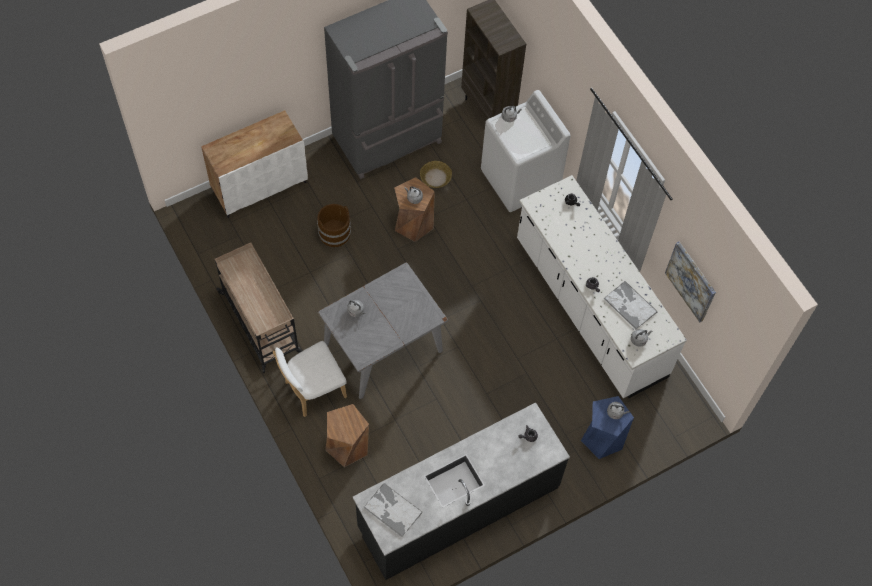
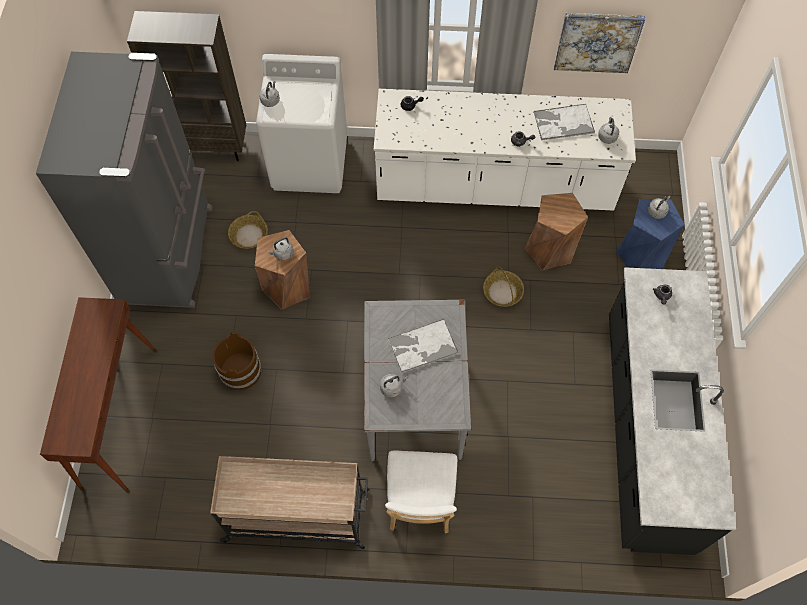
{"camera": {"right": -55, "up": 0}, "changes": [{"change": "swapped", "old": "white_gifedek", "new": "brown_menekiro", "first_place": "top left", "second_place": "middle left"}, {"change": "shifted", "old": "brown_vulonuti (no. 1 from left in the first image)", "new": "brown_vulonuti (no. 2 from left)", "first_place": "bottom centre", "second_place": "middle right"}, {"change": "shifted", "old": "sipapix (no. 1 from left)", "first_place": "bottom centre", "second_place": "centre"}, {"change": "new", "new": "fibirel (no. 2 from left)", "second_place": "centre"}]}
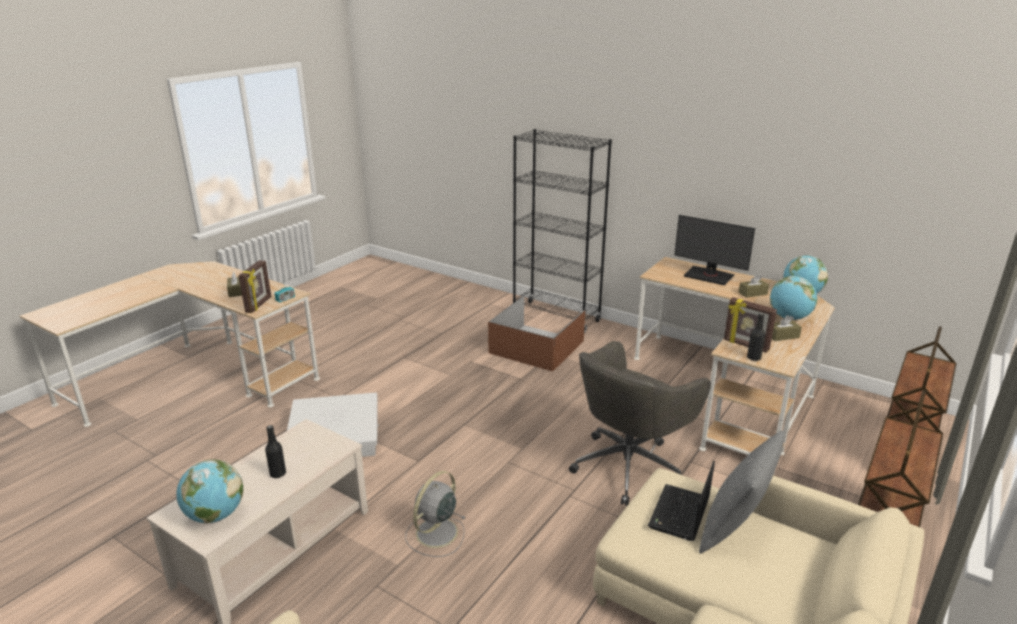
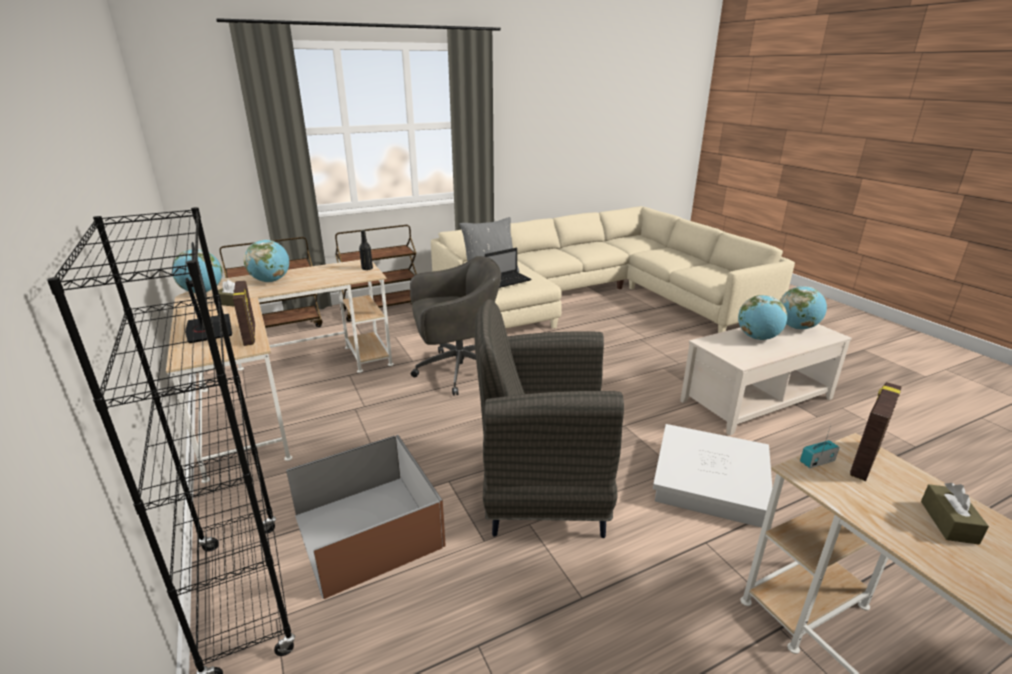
{"camera": {"right": -150, "up": 0}, "changes": [{"change": "shifted", "old": "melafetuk (no. 2 from left in the first image)", "new": "melafetuk (no. 1 from left)", "first_place": "middle right", "second_place": "middle left"}, {"change": "gone", "old": "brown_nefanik (no. 3 from left)", "first_place": "middle right"}, {"change": "swapped", "old": "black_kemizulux (no. 1 from left)", "new": "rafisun (no. 3 from left)", "first_place": "bottom left", "second_place": "middle right"}, {"change": "gone", "old": "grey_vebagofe", "first_place": "bottom centre"}, {"change": "new", "new": "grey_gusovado", "second_place": "centre"}]}
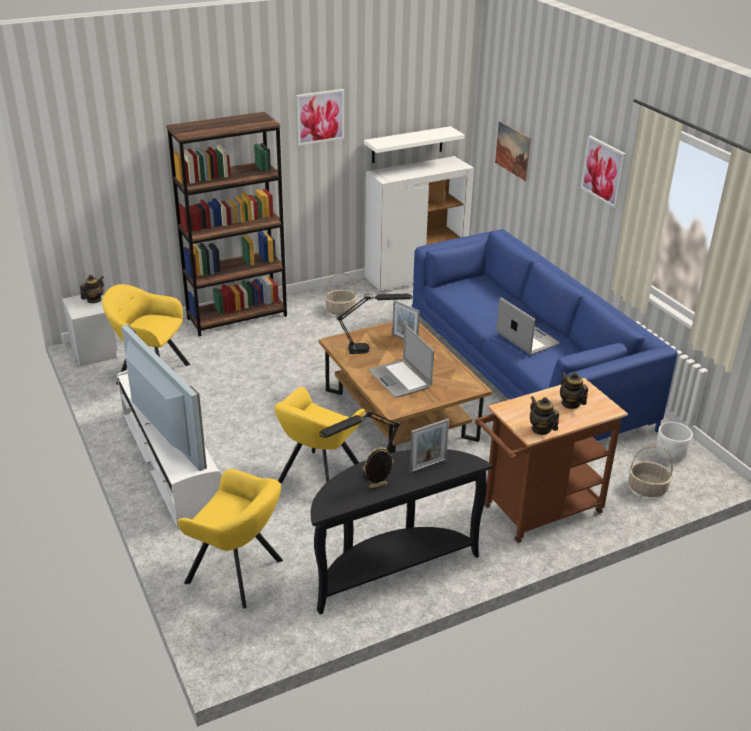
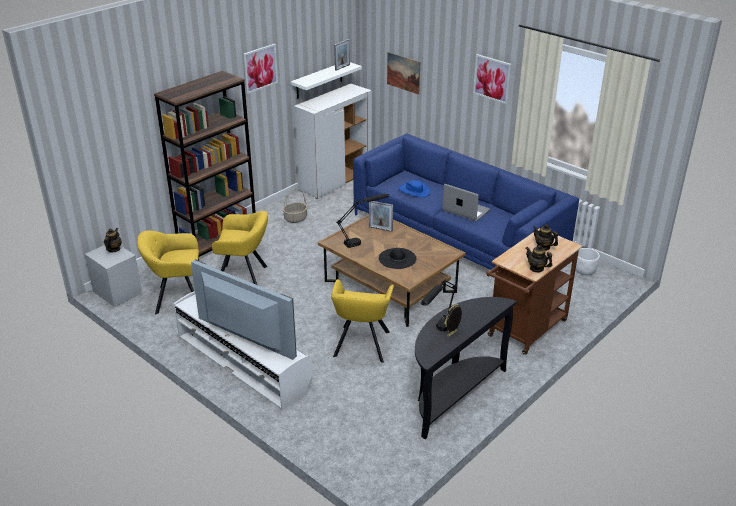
{"camera": {"right": -20, "up": 0}, "changes": [{"change": "swapped", "old": "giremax (no. 1 from left)", "new": "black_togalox", "first_place": "centre", "second_place": "centre"}, {"change": "shifted", "old": "melafetuk (no. 3 from left in the first image)", "new": "melafetuk (no. 1 from left)", "first_place": "centre", "second_place": "top centre"}, {"change": "gone", "old": "fibirel (no. 2 from left)", "first_place": "middle right"}, {"change": "shifted", "old": "yellow_gusovado (no. 2 from left)", "first_place": "bottom left", "second_place": "middle left"}, {"change": "new", "new": "blue_togalox", "second_place": "centre"}]}
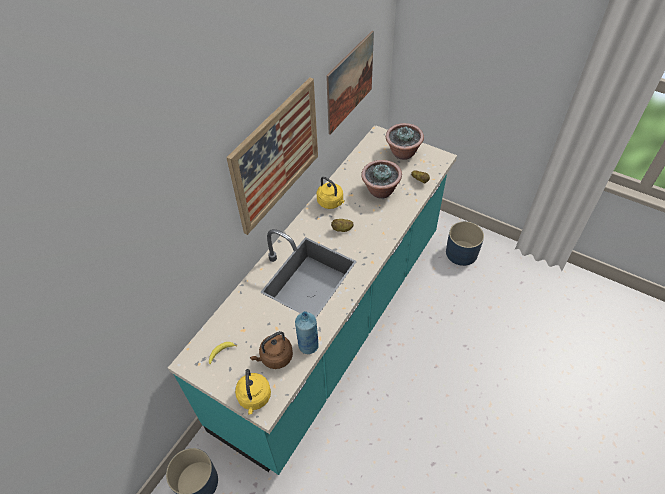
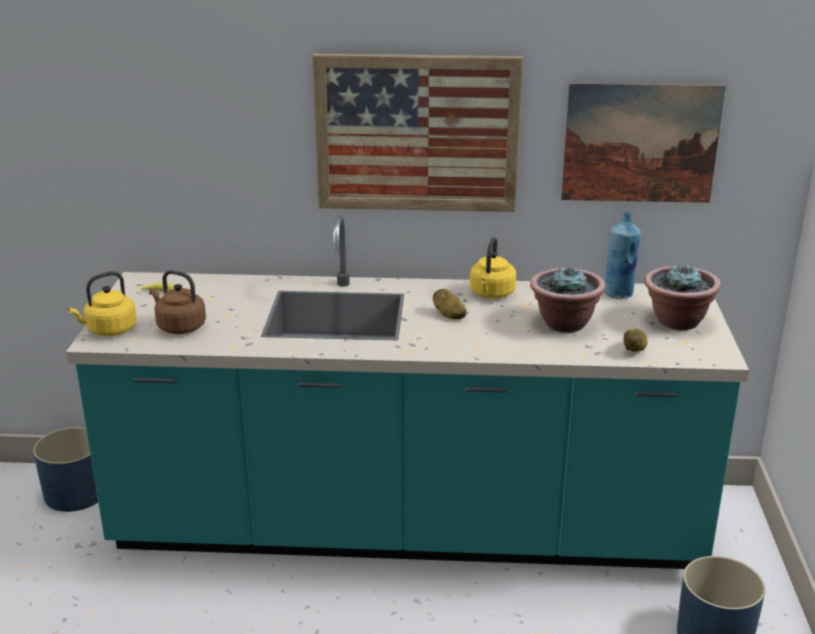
{"camera": {"right": 60, "up": -25}, "changes": [{"change": "shifted", "old": "blue_kemizulux", "first_place": "bottom centre", "second_place": "middle right"}]}
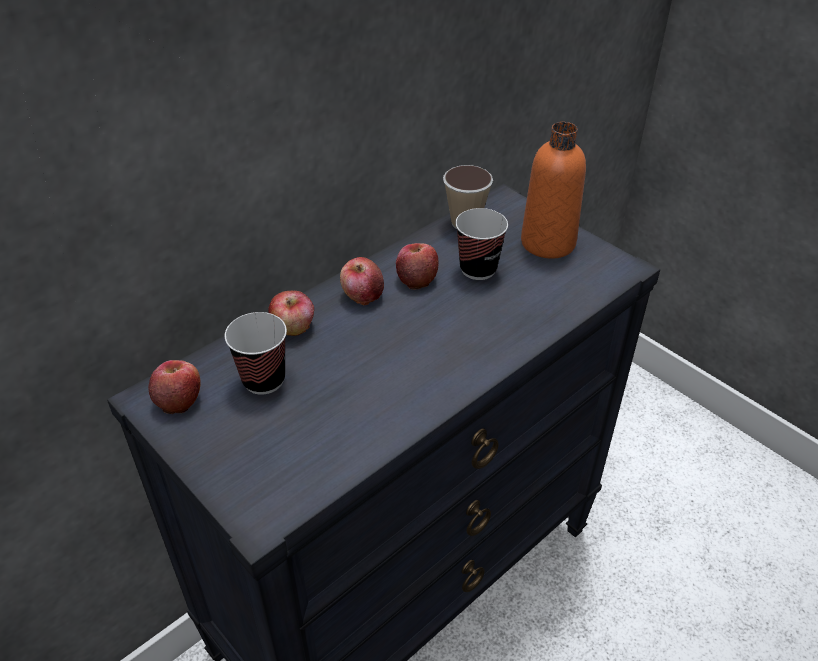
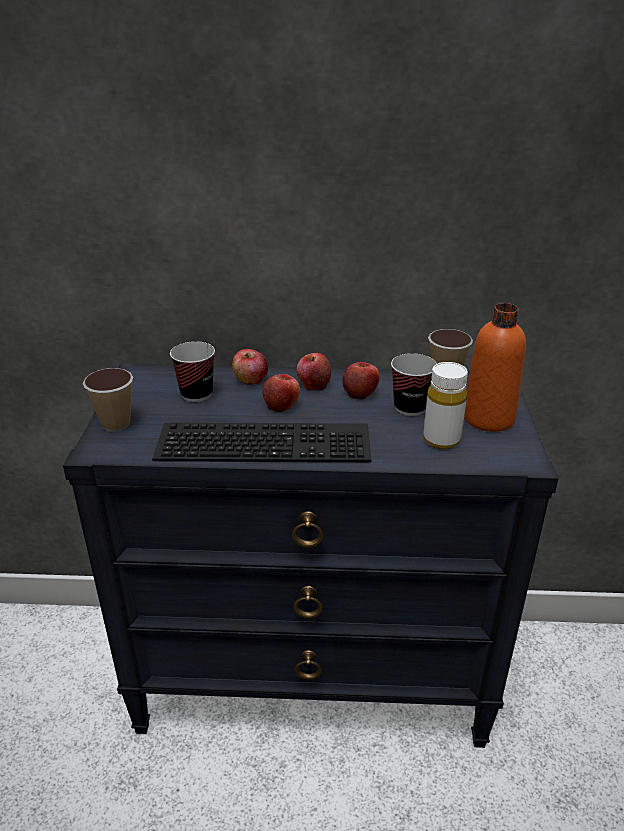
{"camera": {"right": 45, "up": -10}, "changes": [{"change": "shifted", "old": "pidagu (no. 1 from left in the first image)", "new": "pidagu (no. 2 from left)", "first_place": "middle left", "second_place": "centre"}, {"change": "new", "new": "white_kemizulux", "second_place": "middle right"}, {"change": "new", "new": "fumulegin (no. 1 from left)", "second_place": "middle left"}, {"change": "new", "new": "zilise", "second_place": "centre"}]}
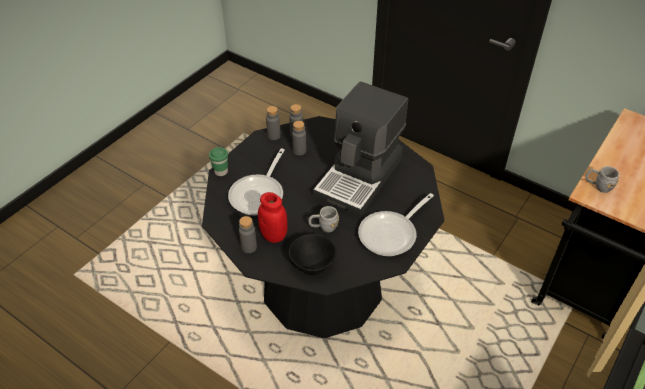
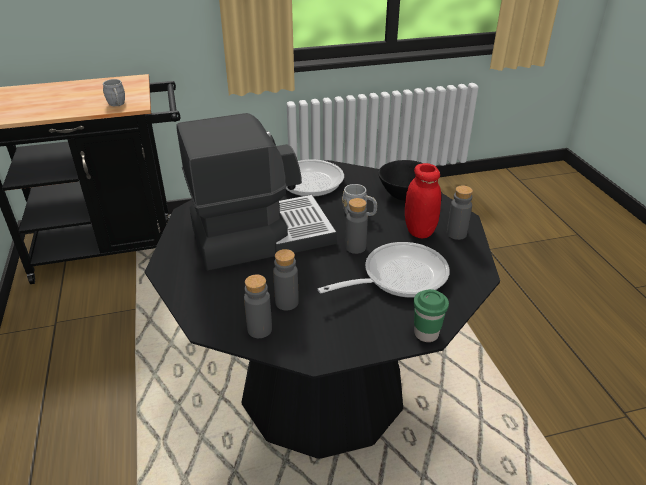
{"camera": {"right": -140, "up": -10}, "changes": [{"change": "shifted", "old": "grey_kemizulux (no. 2 from left in the first image)", "new": "grey_kemizulux (no. 3 from left)", "first_place": "top centre", "second_place": "centre"}]}
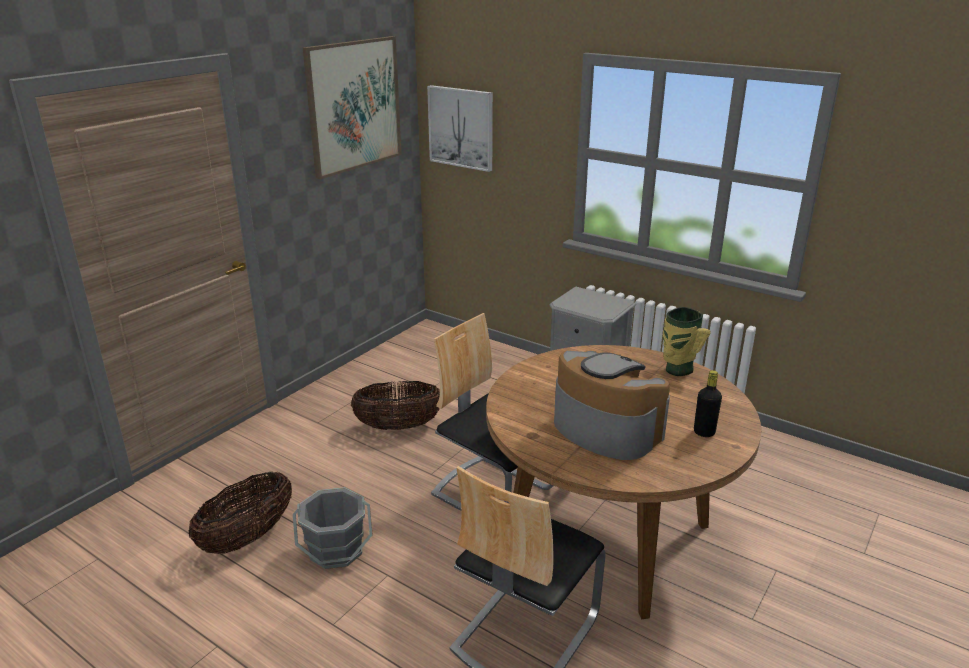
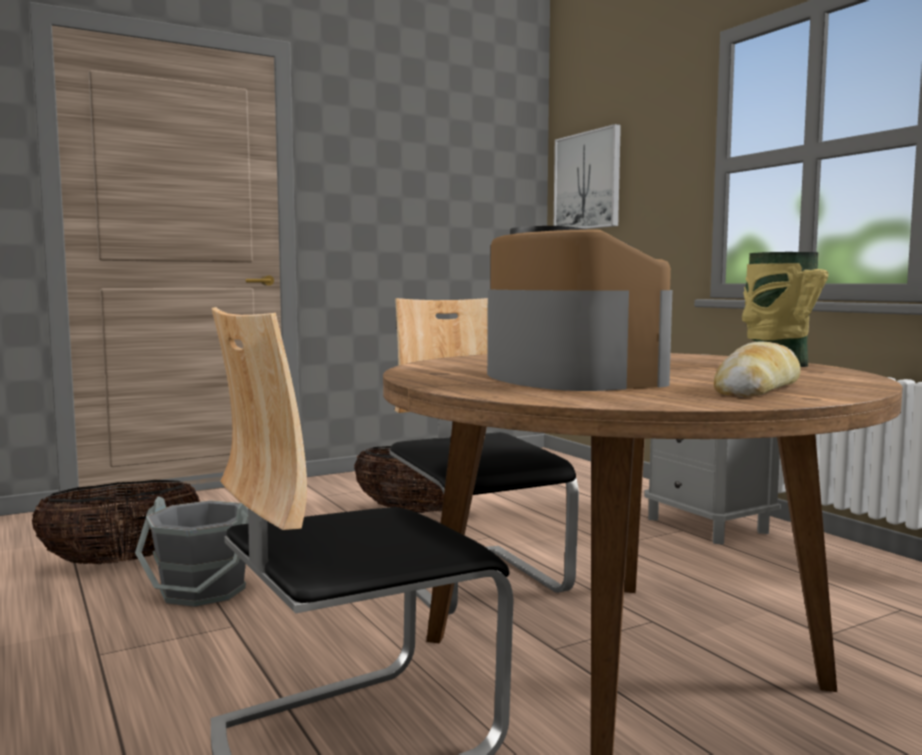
{"camera": {"right": 25, "up": -20}, "changes": [{"change": "gone", "old": "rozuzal (no. 1 from left)", "first_place": "top centre"}, {"change": "swapped", "old": "black_kemizulux", "new": "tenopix", "first_place": "middle right", "second_place": "middle right"}]}
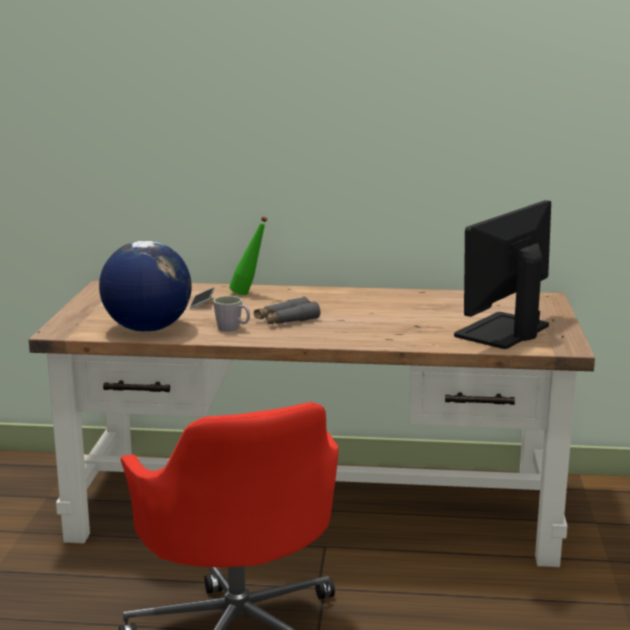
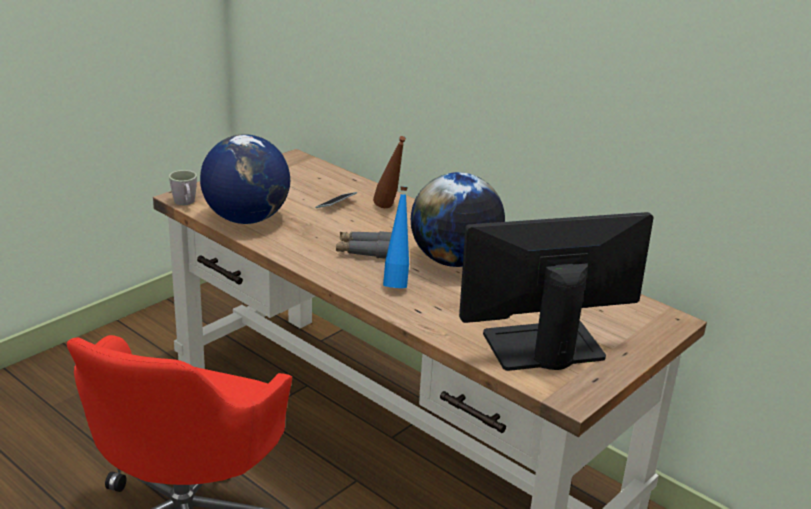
{"camera": {"right": 35, "up": 10}, "changes": [{"change": "repainted", "old": "green_kemizulux", "new": "brown_kemizulux", "first_place": "centre", "second_place": "centre"}, {"change": "shifted", "old": "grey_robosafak", "first_place": "centre", "second_place": "middle left"}, {"change": "new", "new": "rafisun (no. 2 from left)", "second_place": "centre"}, {"change": "new", "new": "blue_kemizulux", "second_place": "centre"}]}
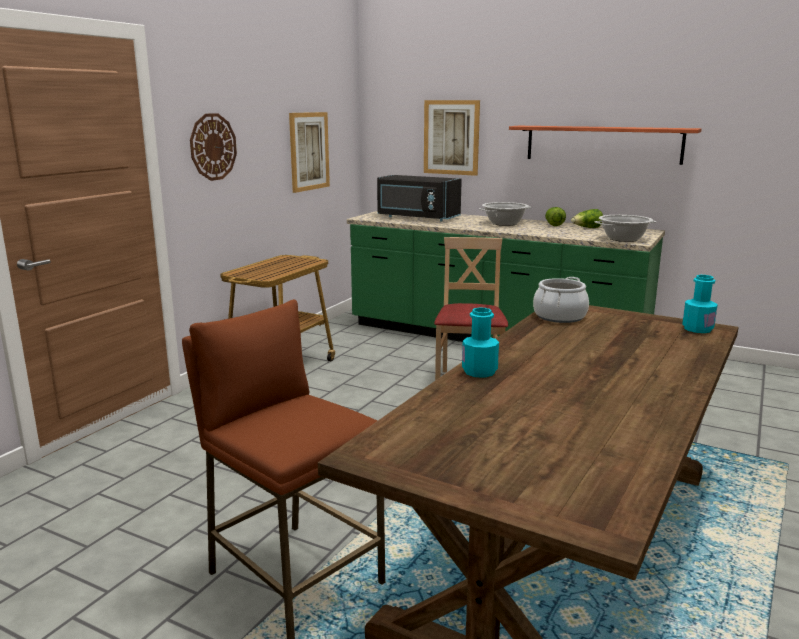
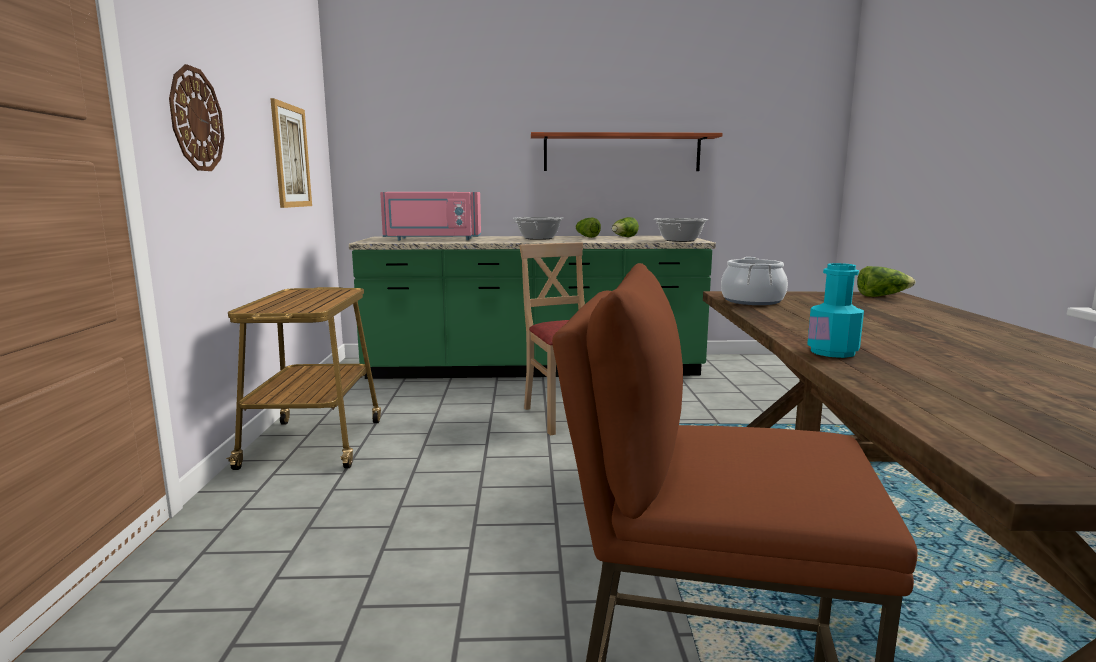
{"camera": {"right": -30, "up": -5}, "changes": [{"change": "gone", "old": "rozuzal (no. 2 from left)", "first_place": "top centre"}, {"change": "repainted", "old": "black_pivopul", "new": "pink_pivopul", "first_place": "top centre", "second_place": "top centre"}, {"change": "swapped", "old": "turquoise_kemizulux (no. 2 from left)", "new": "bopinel (no. 3 from left)", "first_place": "middle right", "second_place": "middle right"}]}
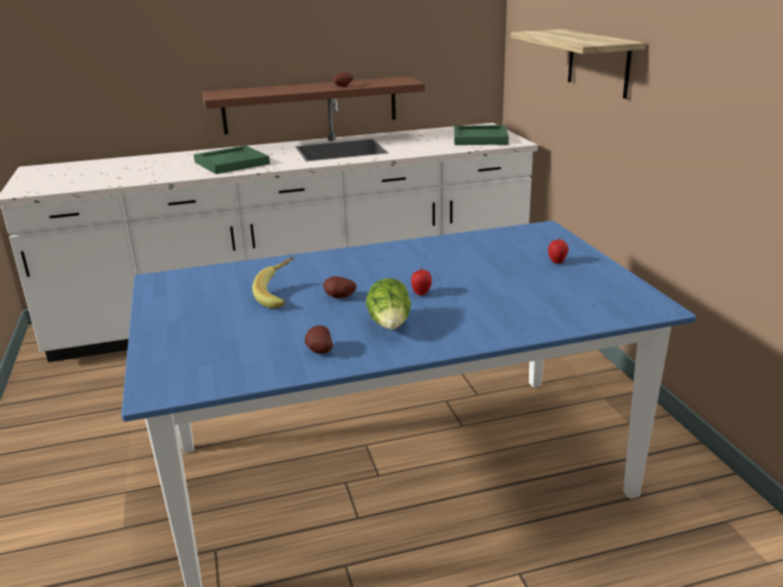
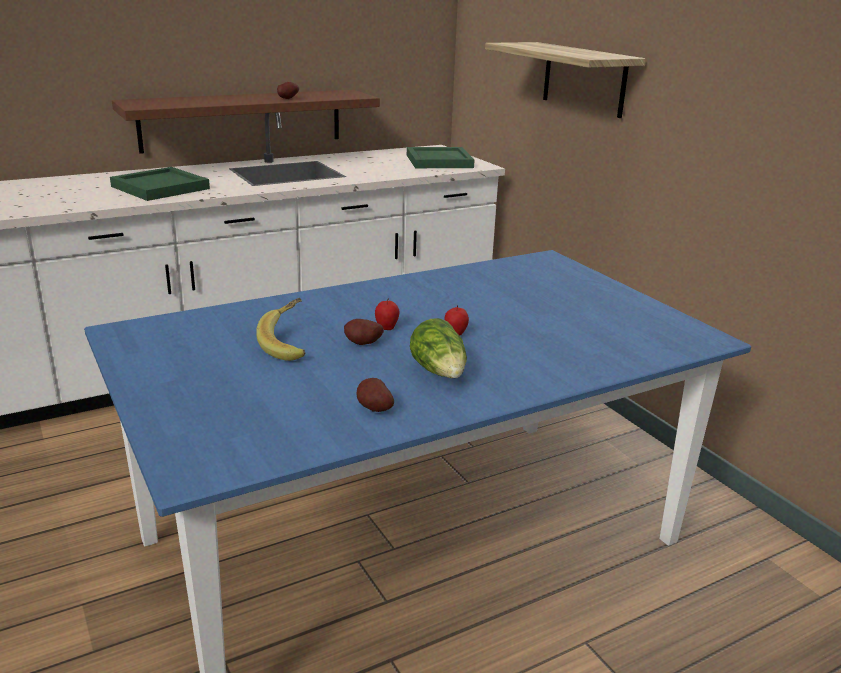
{"camera": {"right": -15, "up": 0}, "changes": [{"change": "shifted", "old": "pidagu (no. 2 from left in the first image)", "new": "pidagu (no. 1 from left)", "first_place": "middle right", "second_place": "centre"}]}
